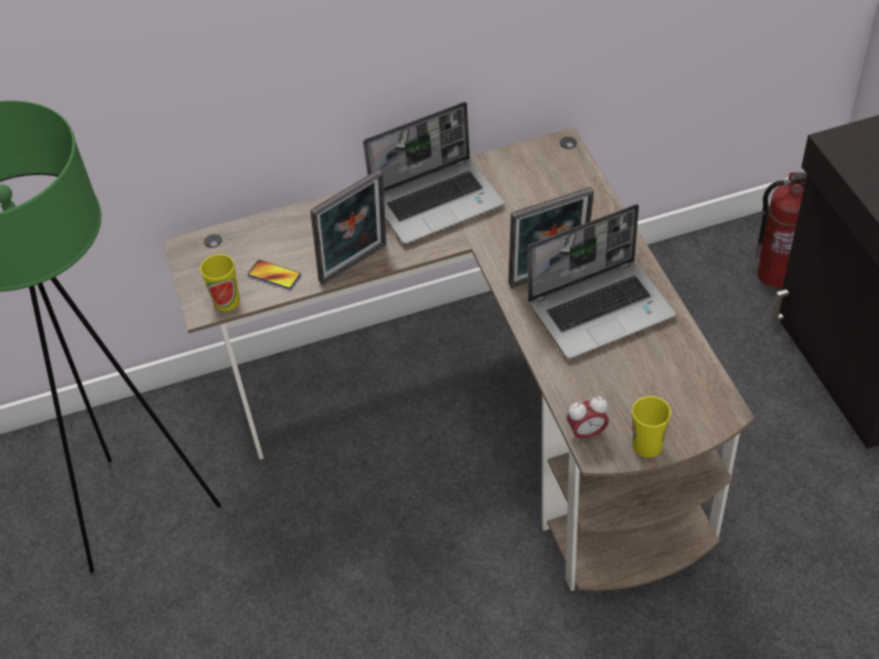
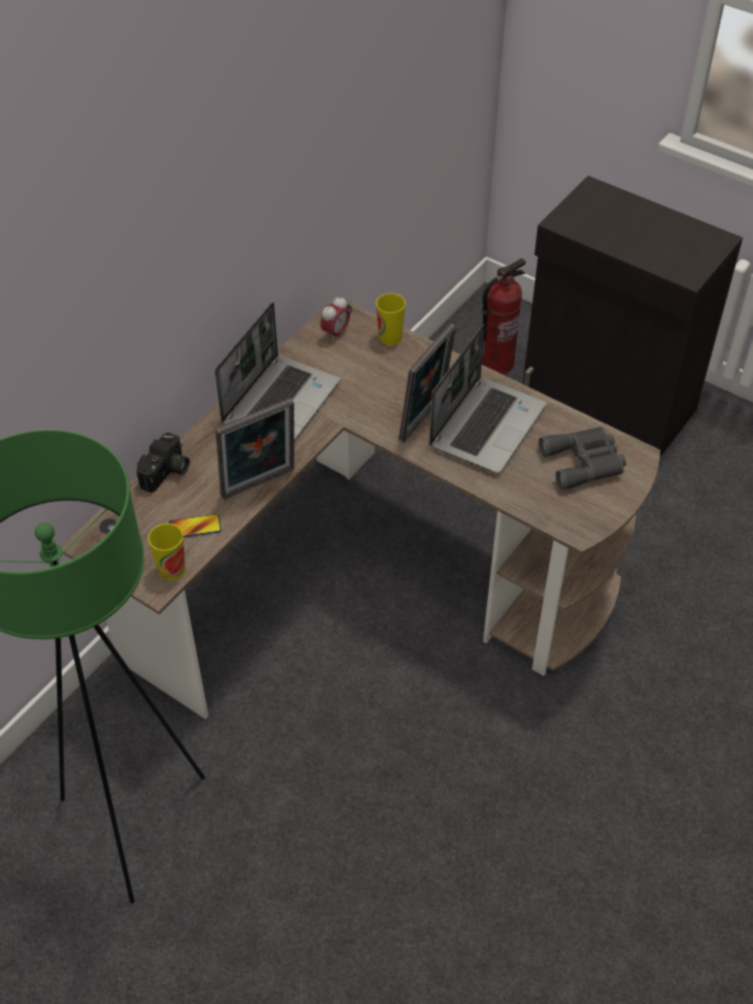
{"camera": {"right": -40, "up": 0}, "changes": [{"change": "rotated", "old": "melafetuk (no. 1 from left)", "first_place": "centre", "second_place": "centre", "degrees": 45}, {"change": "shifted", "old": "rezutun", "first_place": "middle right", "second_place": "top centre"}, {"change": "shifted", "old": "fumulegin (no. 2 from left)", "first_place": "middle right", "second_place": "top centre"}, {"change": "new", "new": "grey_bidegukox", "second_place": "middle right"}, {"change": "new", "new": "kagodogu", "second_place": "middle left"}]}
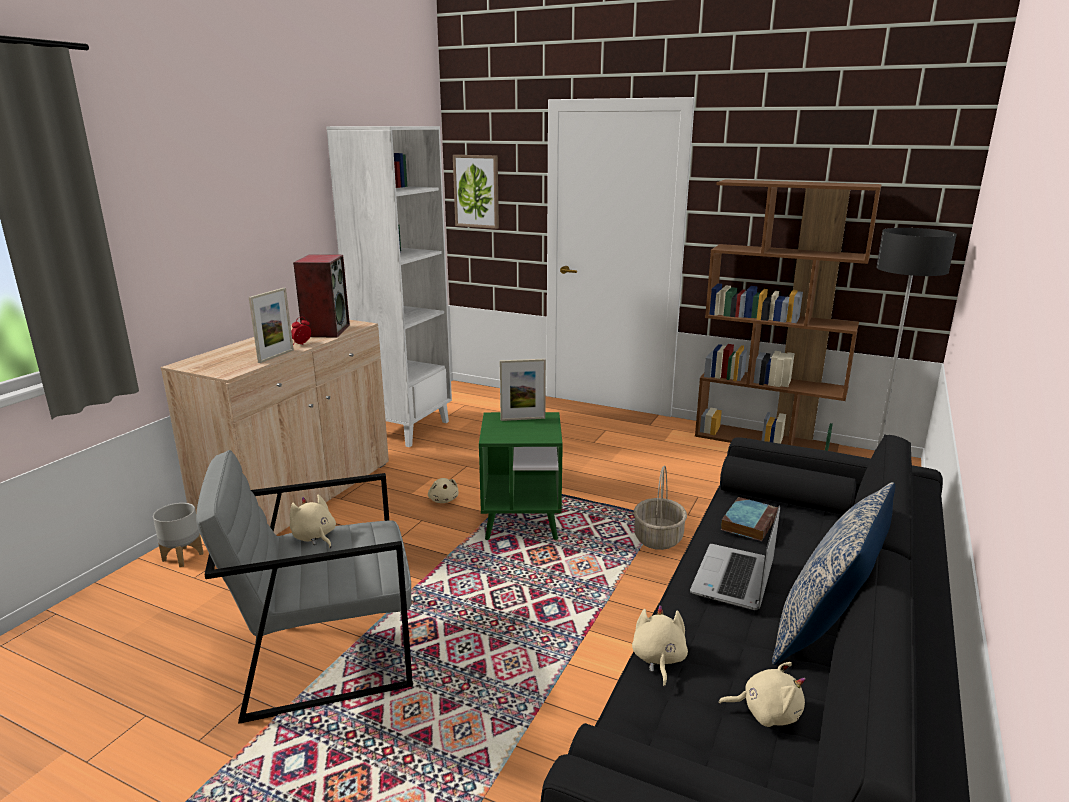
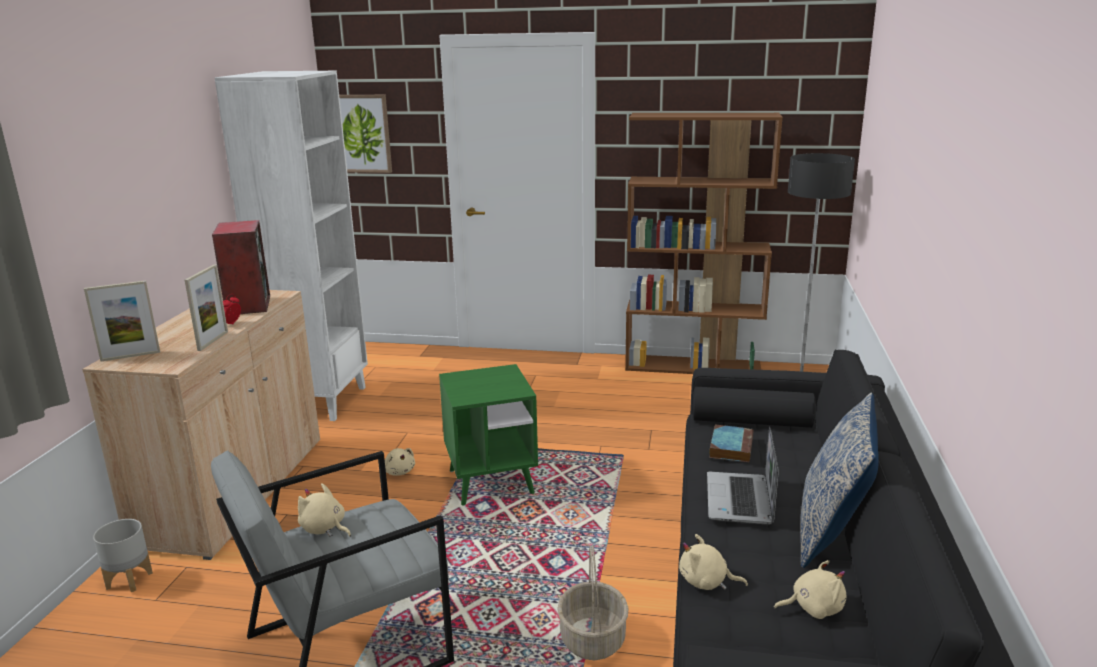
{"camera": {"right": -15, "up": 0}, "changes": [{"change": "shifted", "old": "melafetuk (no. 2 from left in the first image)", "new": "melafetuk (no. 1 from left)", "first_place": "centre", "second_place": "middle left"}, {"change": "shifted", "old": "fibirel", "first_place": "centre", "second_place": "bottom centre"}, {"change": "rotated", "old": "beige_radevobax (no. 3 from left)", "first_place": "bottom centre", "second_place": "bottom centre", "degrees": -60}]}
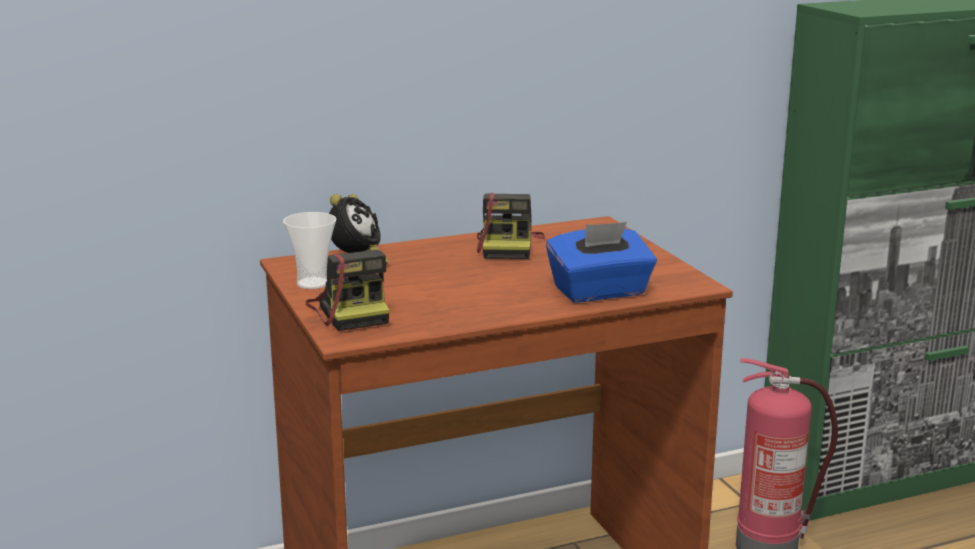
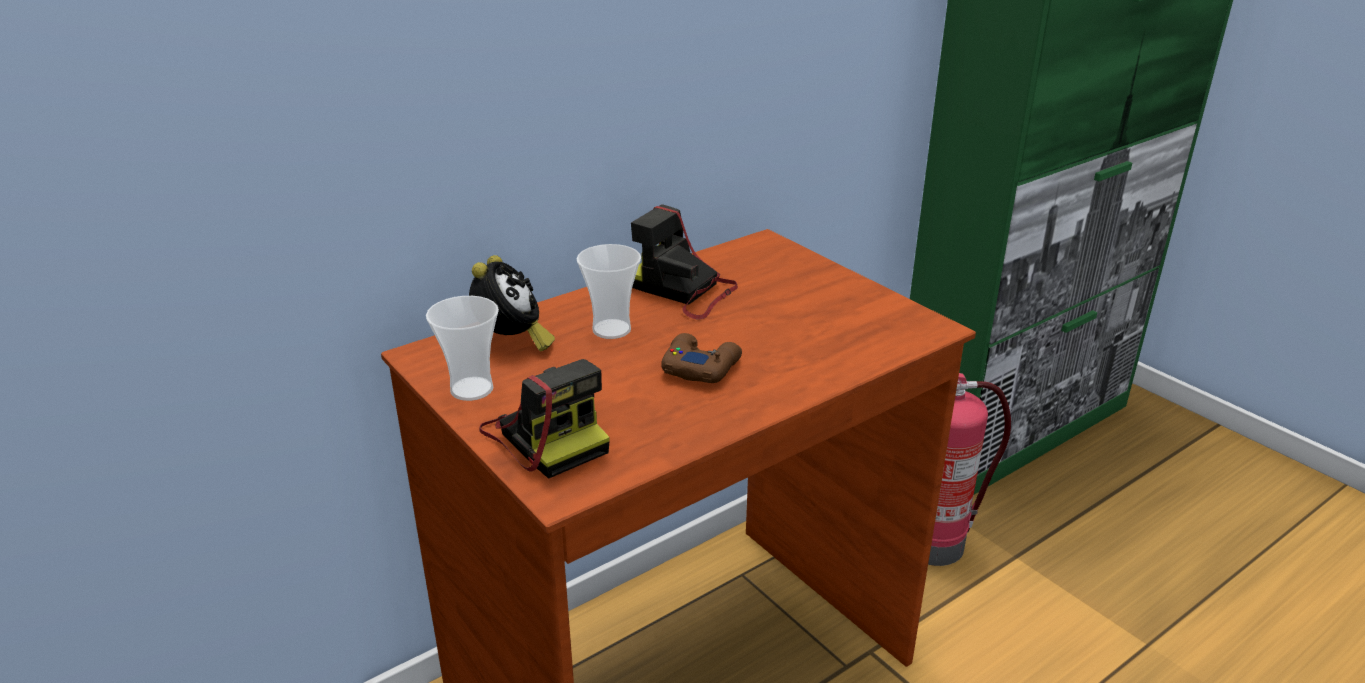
{"camera": {"right": -15, "up": 10}, "changes": [{"change": "rotated", "old": "kagodogu (no. 2 from left)", "first_place": "centre", "second_place": "centre", "degrees": 135}, {"change": "gone", "old": "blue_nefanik", "first_place": "centre"}, {"change": "new", "new": "fumulegin (no. 2 from left)", "second_place": "centre"}, {"change": "new", "new": "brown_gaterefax", "second_place": "centre"}]}
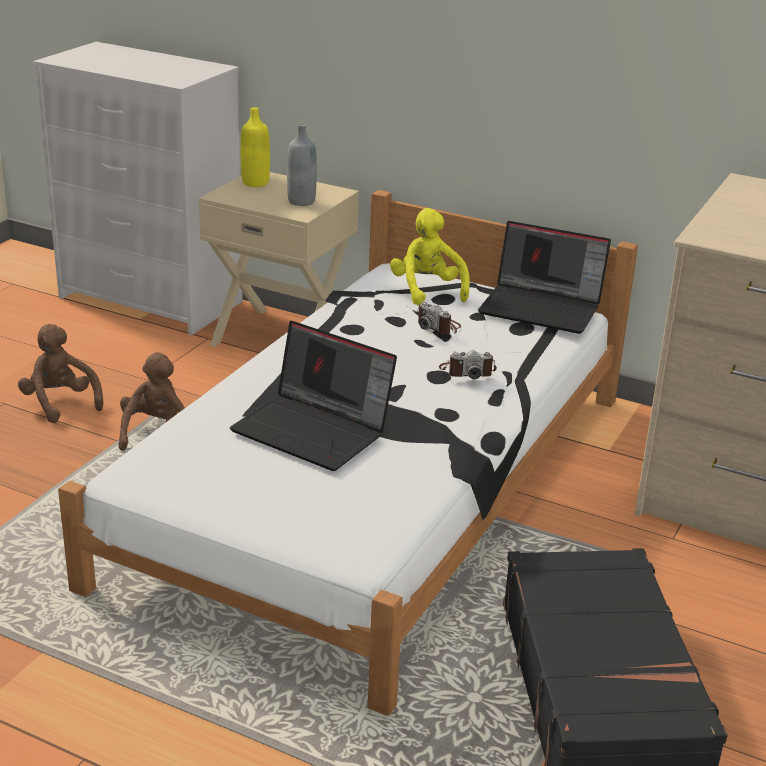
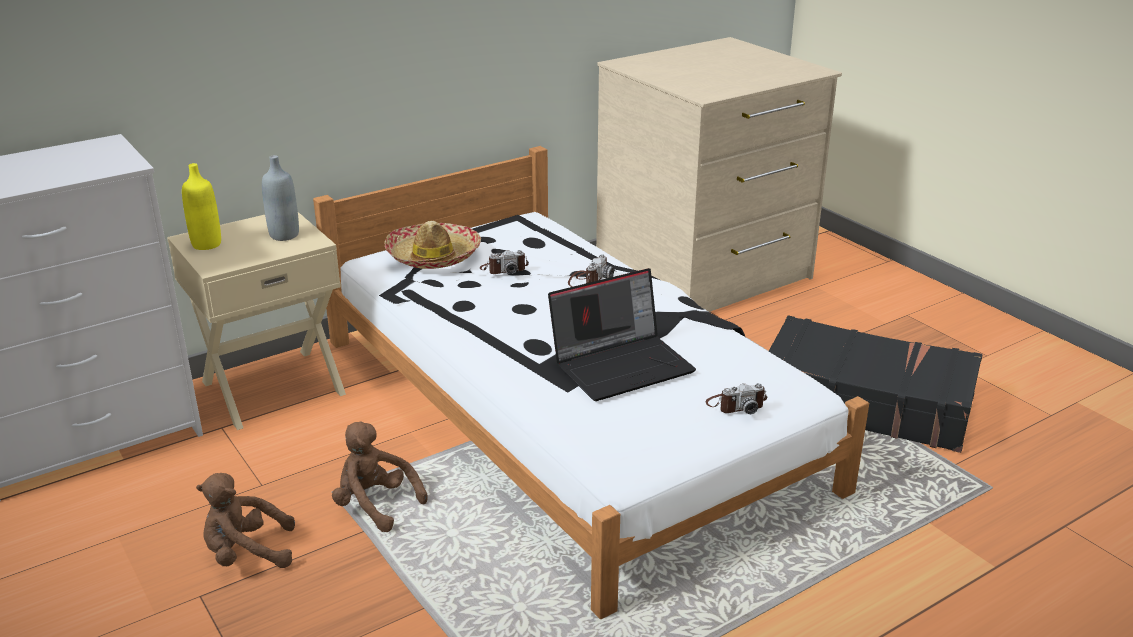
{"camera": {"right": -60, "up": 0}, "changes": [{"change": "swapped", "old": "yellow_radevobax", "new": "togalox", "first_place": "centre", "second_place": "centre"}, {"change": "gone", "old": "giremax (no. 2 from left)", "first_place": "middle right"}, {"change": "new", "new": "kagodogu (no. 3 from left)", "second_place": "centre"}]}
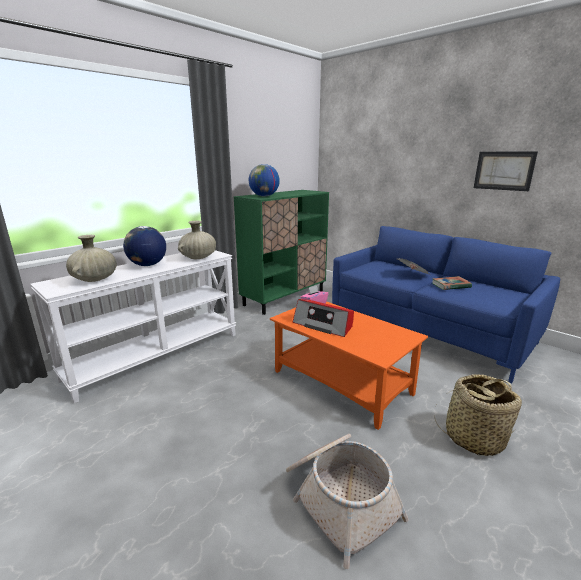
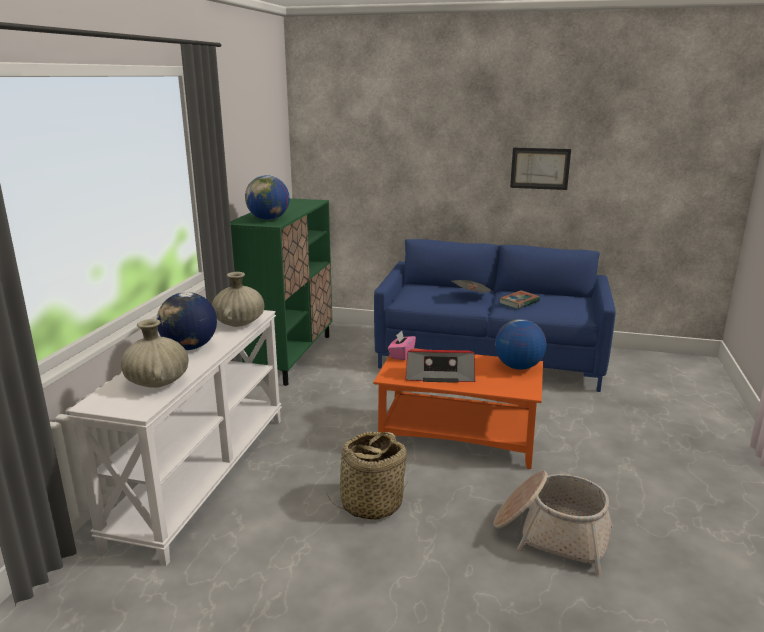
{"camera": {"right": -30, "up": 0}, "changes": [{"change": "shifted", "old": "fibirel (no. 2 from left in the first image)", "new": "fibirel (no. 1 from left)", "first_place": "bottom right", "second_place": "bottom centre"}, {"change": "new", "new": "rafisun (no. 3 from left)", "second_place": "middle right"}]}
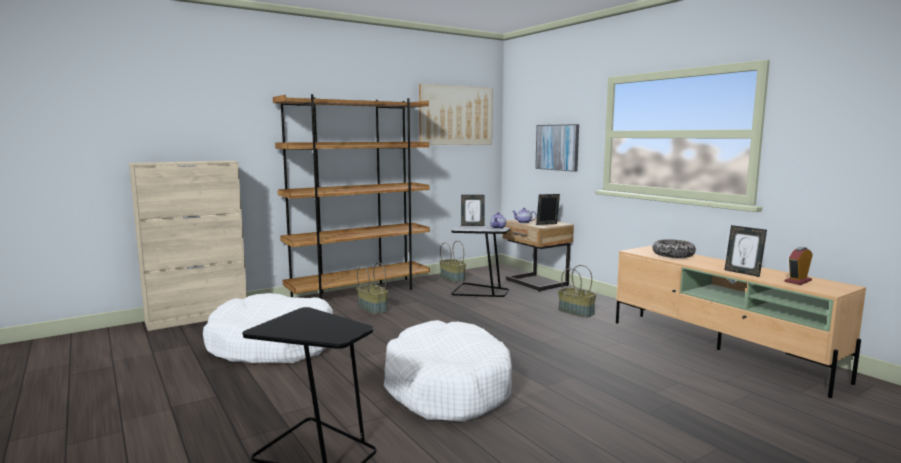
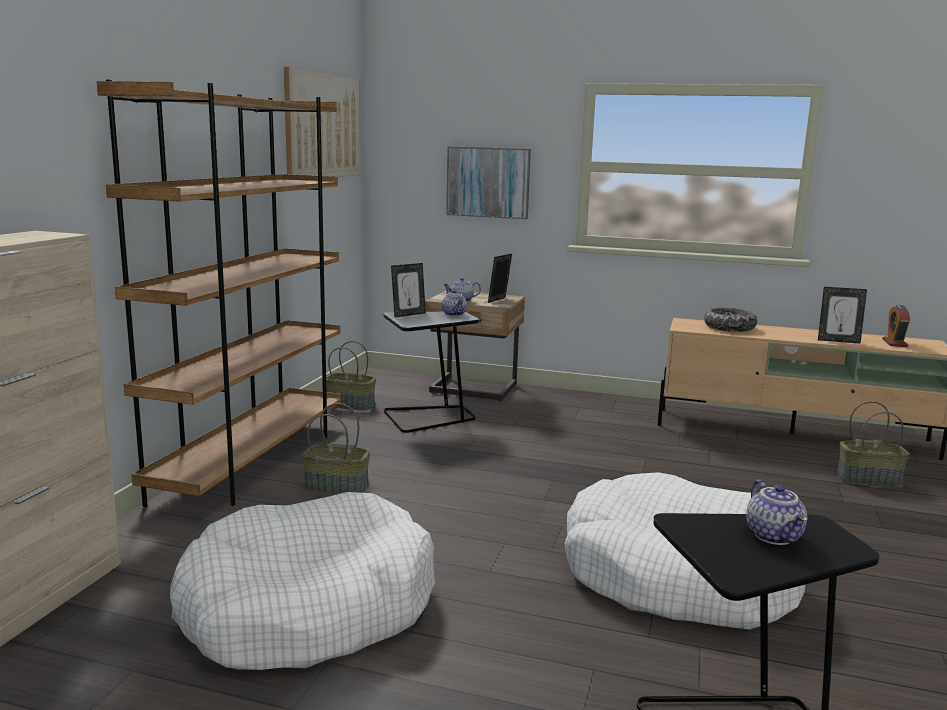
{"camera": {"right": -40, "up": 5}, "changes": [{"change": "shifted", "old": "fibirel (no. 3 from left)", "first_place": "centre", "second_place": "middle right"}, {"change": "new", "new": "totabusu (no. 3 from left)", "second_place": "bottom right"}]}
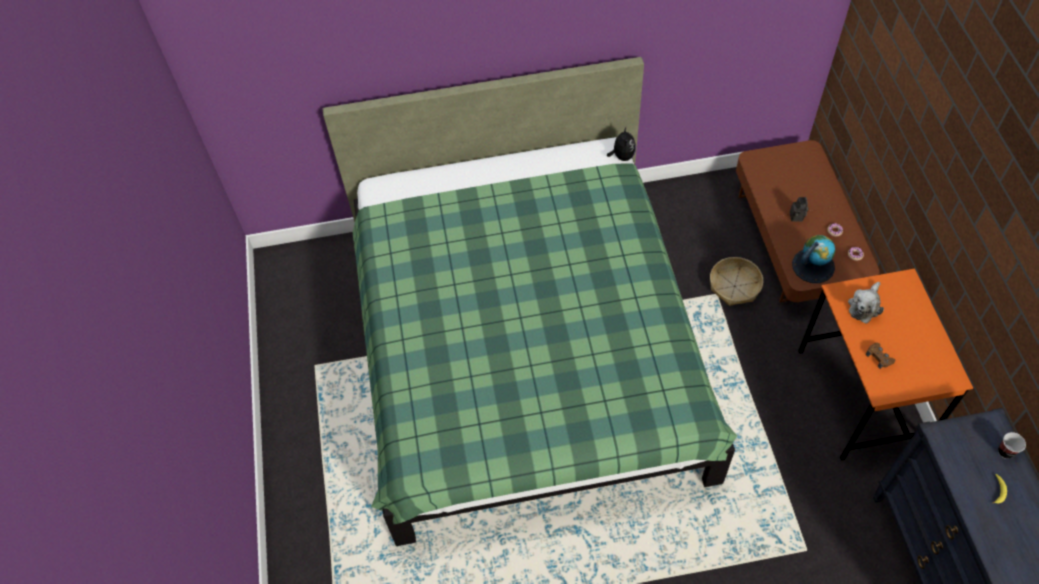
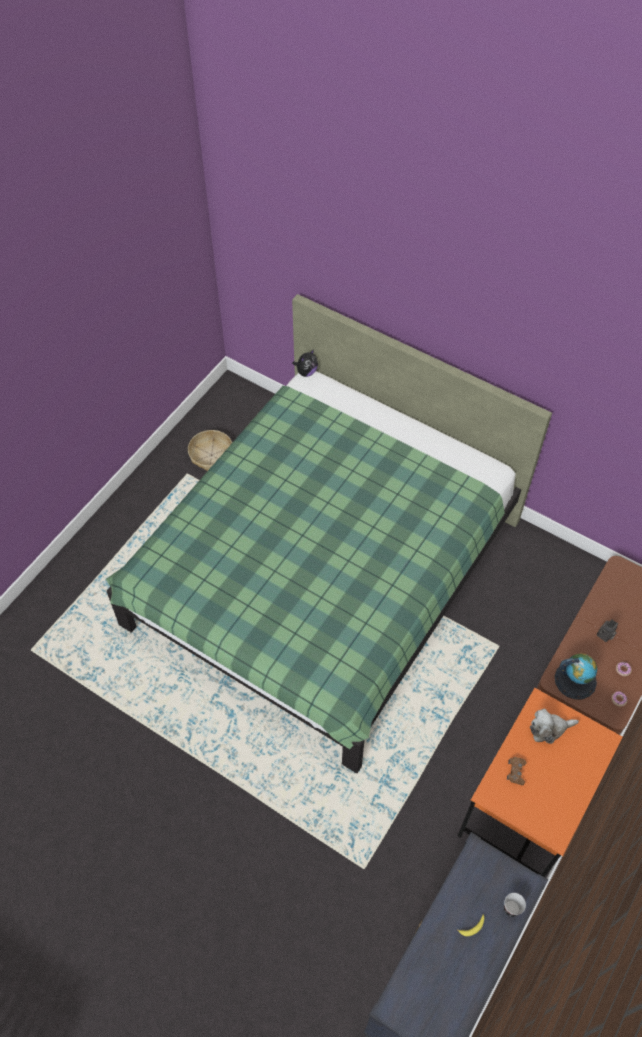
{"camera": {"right": 40, "up": 0}, "changes": [{"change": "shifted", "old": "radevobax (no. 1 from left)", "first_place": "top centre", "second_place": "centre"}, {"change": "shifted", "old": "fibirel", "first_place": "middle right", "second_place": "middle left"}]}
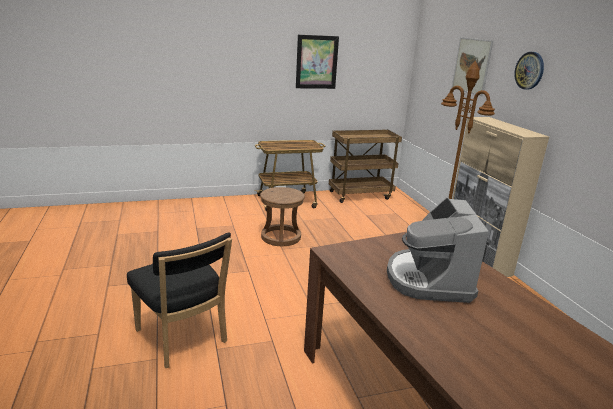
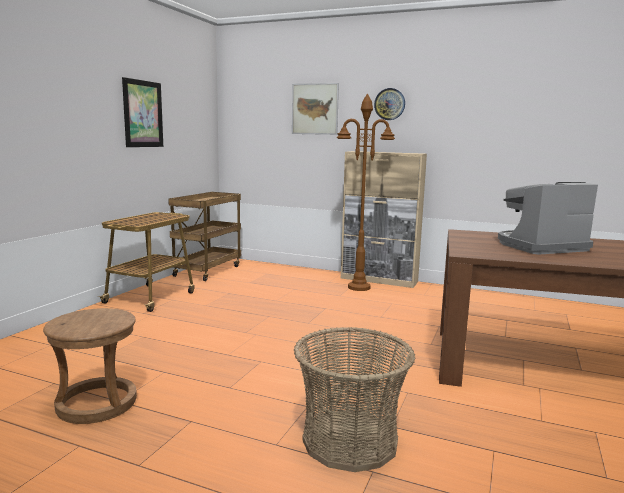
{"camera": {"right": -50, "up": -10}, "changes": [{"change": "shifted", "old": "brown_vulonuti", "first_place": "centre", "second_place": "bottom left"}, {"change": "rotated", "old": "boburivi", "first_place": "middle right", "second_place": "middle right", "degrees": 120}, {"change": "swapped", "old": "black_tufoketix", "new": "fibirel", "first_place": "bottom left", "second_place": "bottom centre"}]}
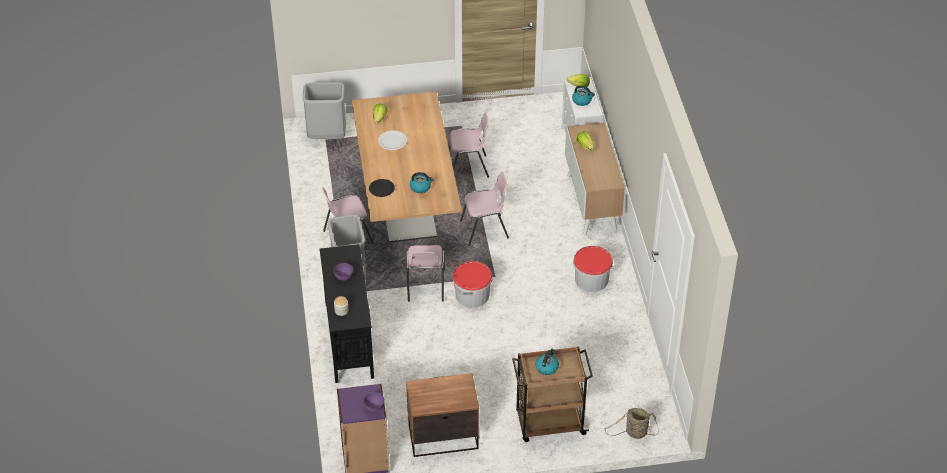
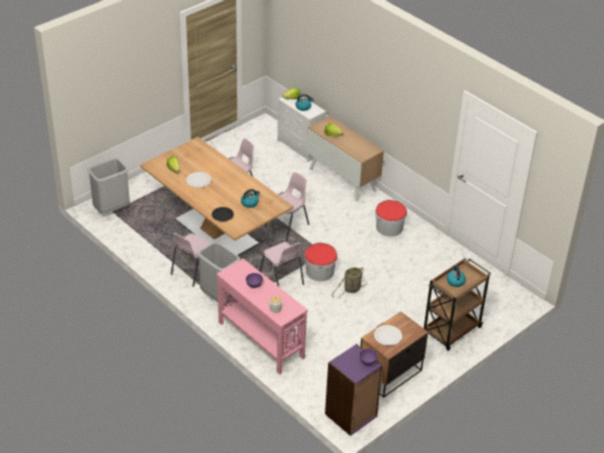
{"camera": {"right": -35, "up": -5}, "changes": [{"change": "repainted", "old": "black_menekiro", "new": "pink_menekiro", "first_place": "centre", "second_place": "bottom centre"}, {"change": "shifted", "old": "fibirel", "first_place": "bottom centre", "second_place": "centre"}, {"change": "new", "new": "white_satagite (no. 2 from left)", "second_place": "bottom centre"}]}
